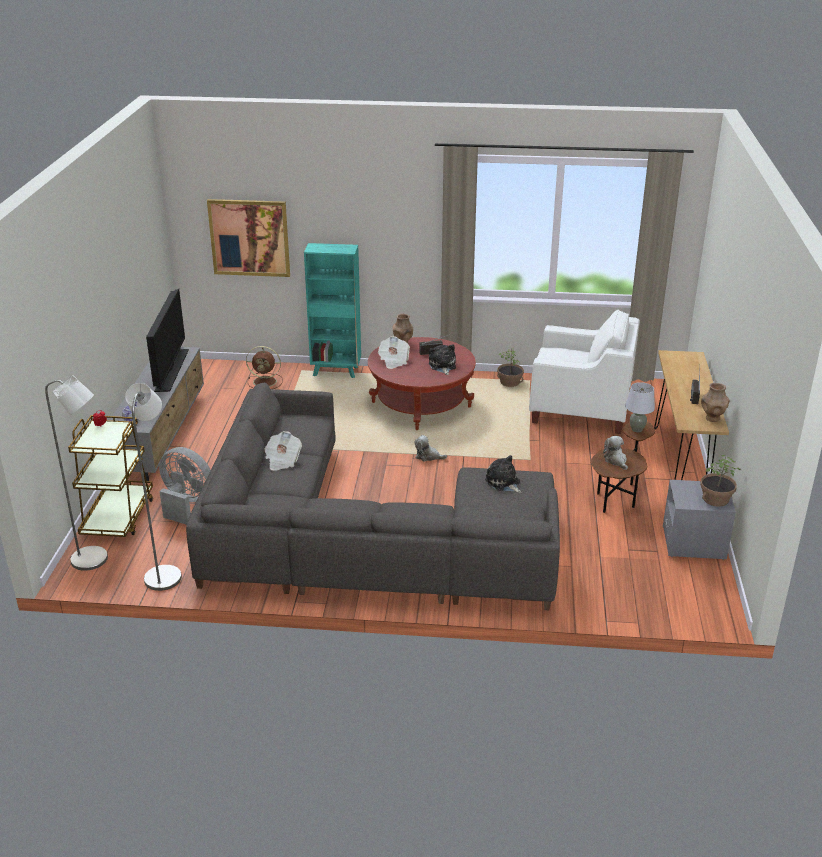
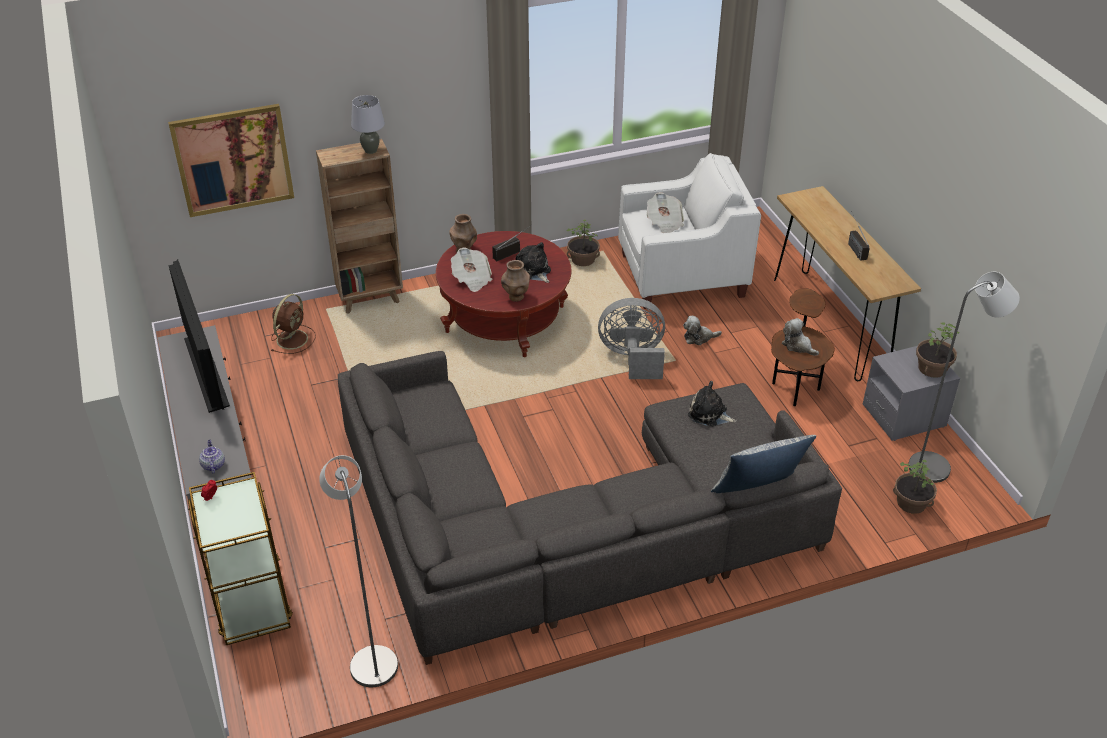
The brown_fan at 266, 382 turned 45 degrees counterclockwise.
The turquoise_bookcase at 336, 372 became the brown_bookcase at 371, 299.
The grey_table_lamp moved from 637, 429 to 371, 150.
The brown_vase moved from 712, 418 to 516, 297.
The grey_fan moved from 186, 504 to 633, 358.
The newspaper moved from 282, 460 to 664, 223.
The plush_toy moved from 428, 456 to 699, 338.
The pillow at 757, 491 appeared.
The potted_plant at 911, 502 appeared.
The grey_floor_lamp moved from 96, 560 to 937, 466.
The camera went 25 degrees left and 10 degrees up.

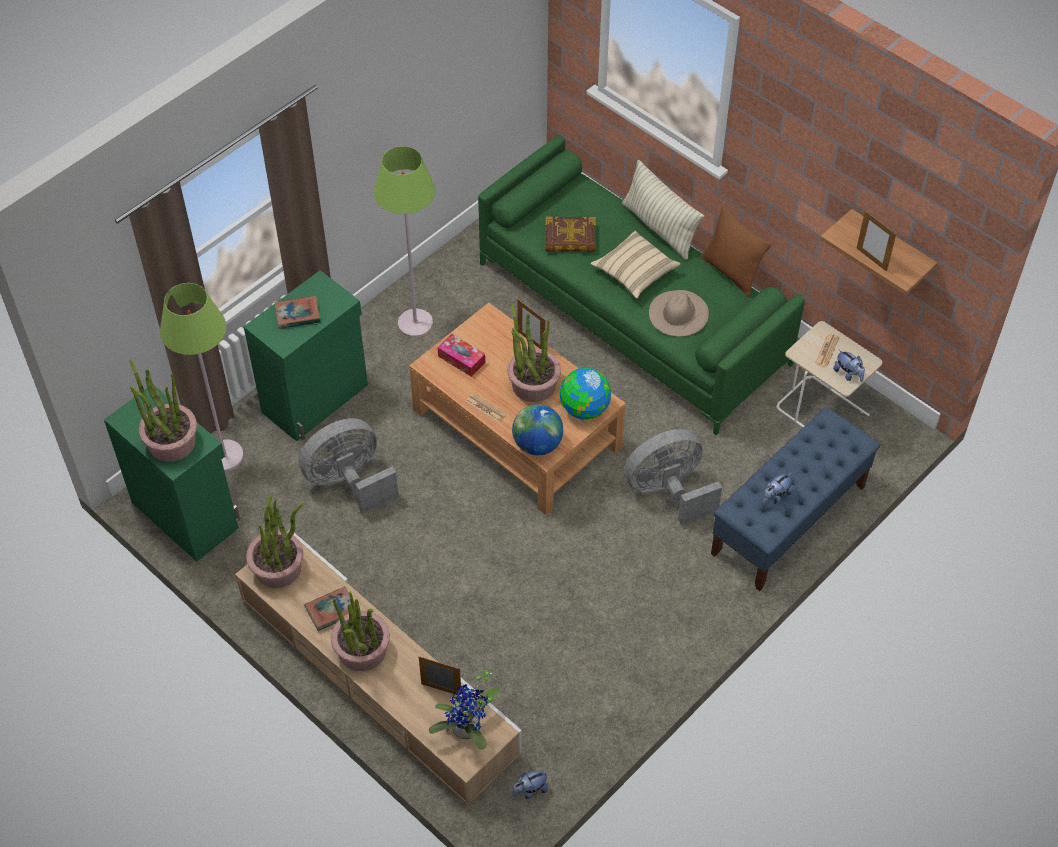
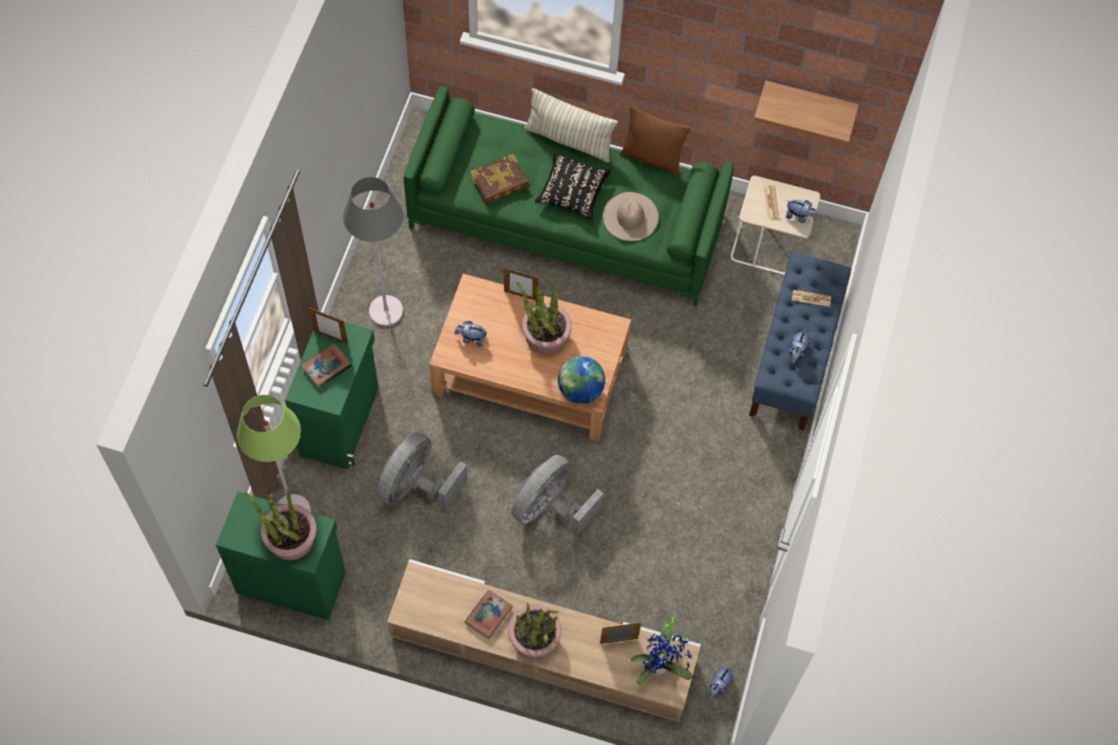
The picture_frame moved from 871, 259 to 331, 338.
The green_floor_lamp at 415, 324 became the grey_floor_lamp at 386, 311.
The tissue_box at 461, 359 was replaced by the plush_toy at 471, 338.
The grey_fan moved from 668, 492 to 550, 508.
The beige_pillow at 635, 273 became the black_pillow at 572, 193.
The newspaper moved from 485, 408 to 811, 298.
The potted_plant at 278, 567 disappeared.
The globe at 584, 409 disappeared.
The camera went 30 degrees left and 10 degrees up.

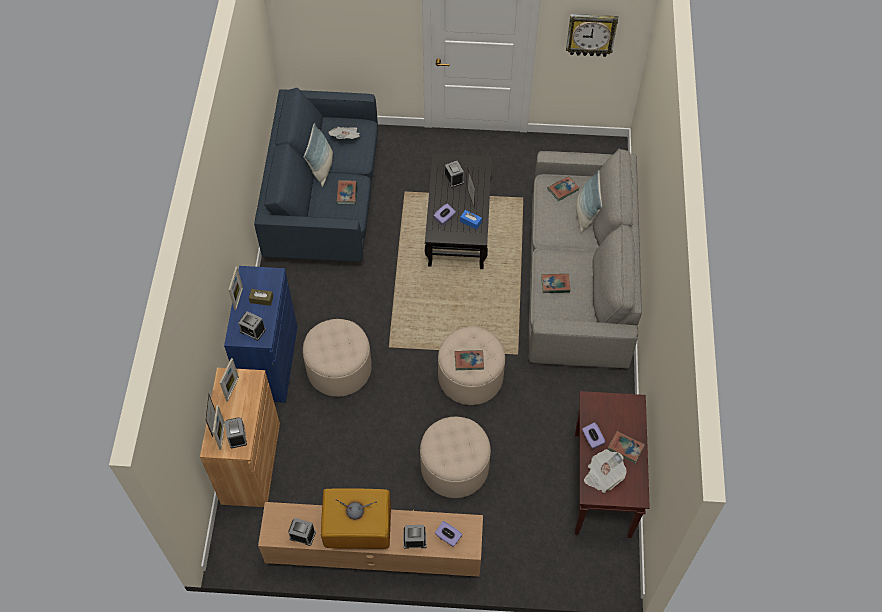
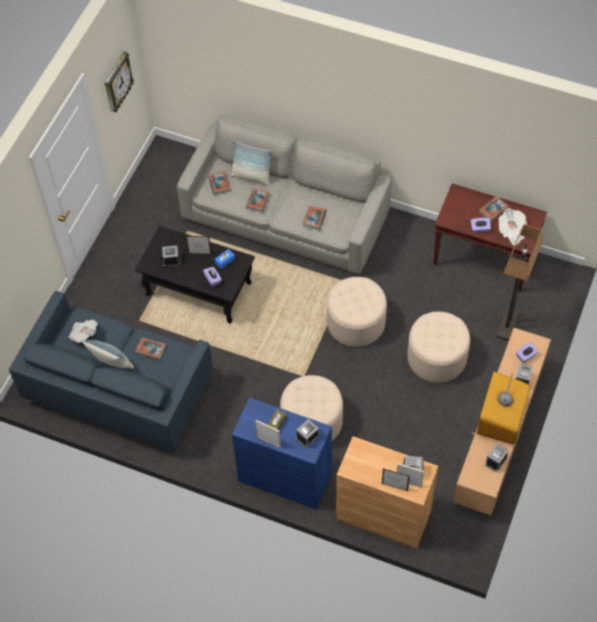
The book moved from 469, 361 to 257, 201.
The floor_lamp at 508, 325 appeared.
The picture_frame at 232, 389 disappeared.
The camera went 70 degrees left and 0 degrees up.

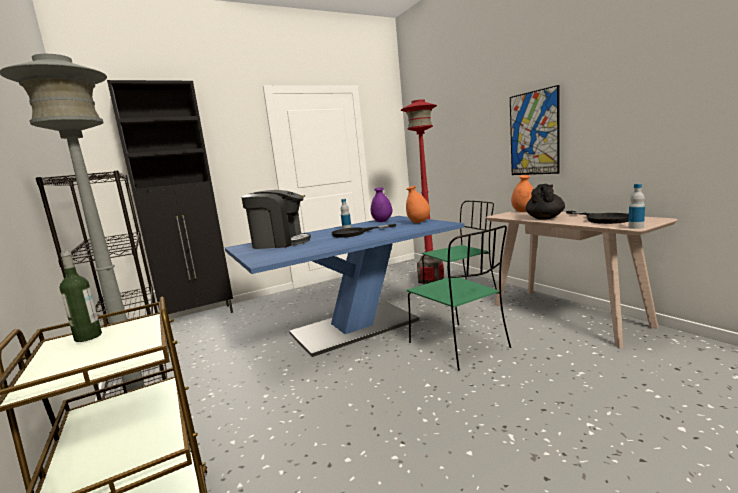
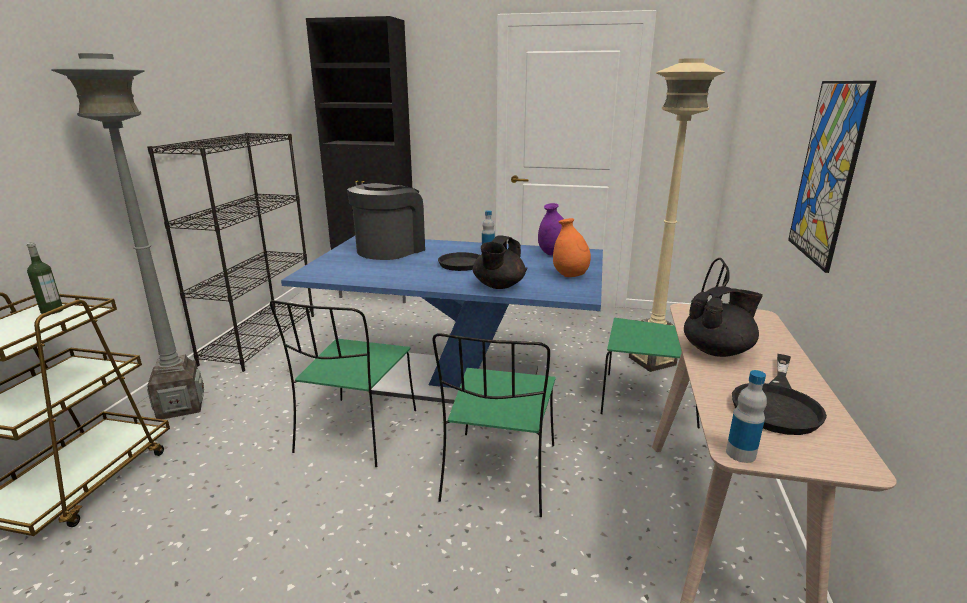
The green_chair at 356, 433 appeared.
The coffee_machine at 280, 243 turned 105 degrees counterclockwise.
The black_teapot at 498, 286 appeared.
The red_floor_lamp at 431, 280 became the beige_floor_lamp at 652, 361.
The orange_vase at 523, 211 disappeared.
The camera went 40 degrees right and 10 degrees up.

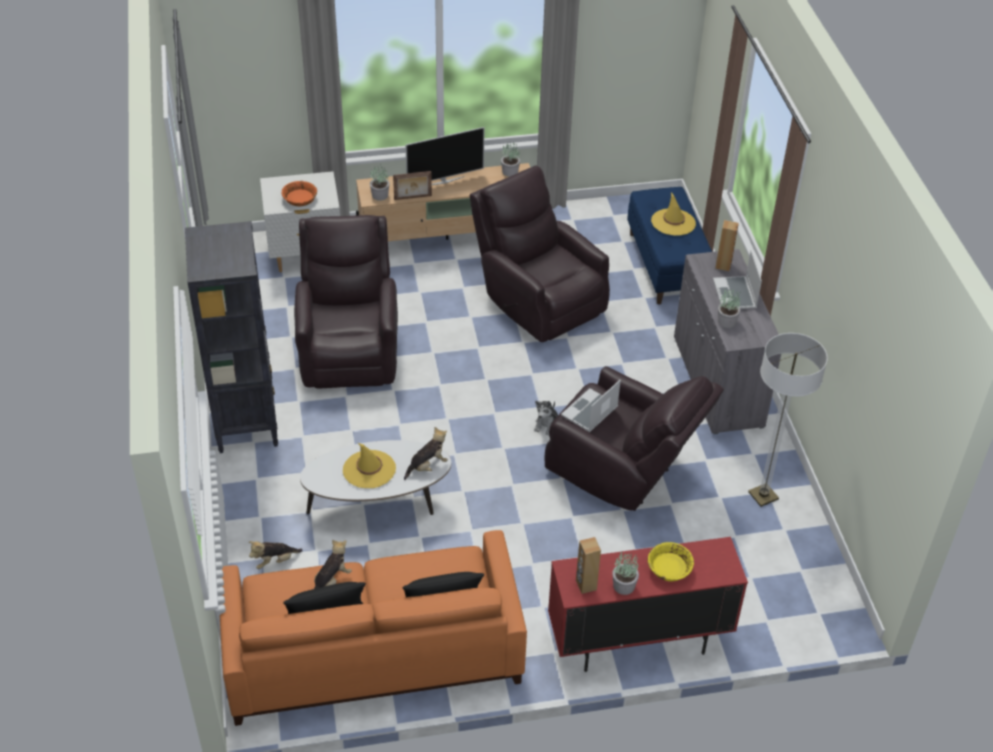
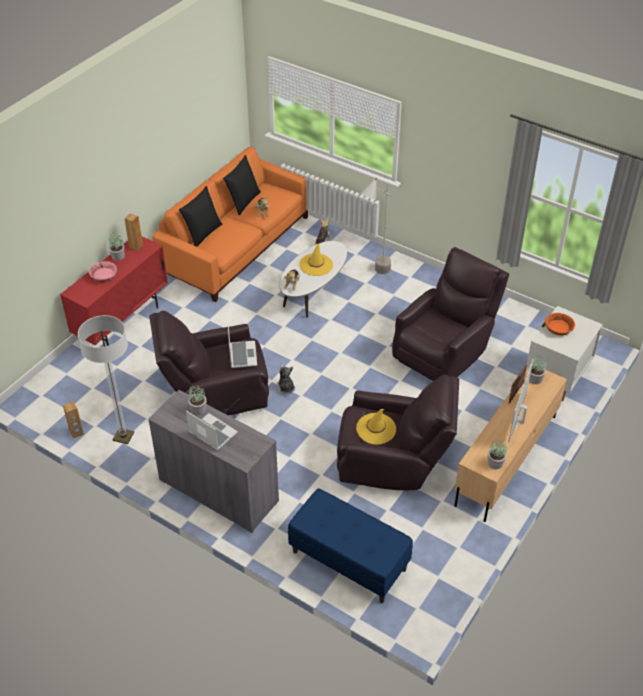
The brown_speaker moved from 723, 265 to 77, 433.
The yellow_bowl at 669, 568 became the pink_bowl at 104, 276.
The yellow_hat moved from 673, 222 to 376, 429.
The grey_floor_lamp at 374, 275 appeared.
The brown_armchair at 349, 347 turned 90 degrees counterclockwise.
The black_bookcase at 246, 422 disappeared.
The camera went 135 degrees right and 0 degrees up.

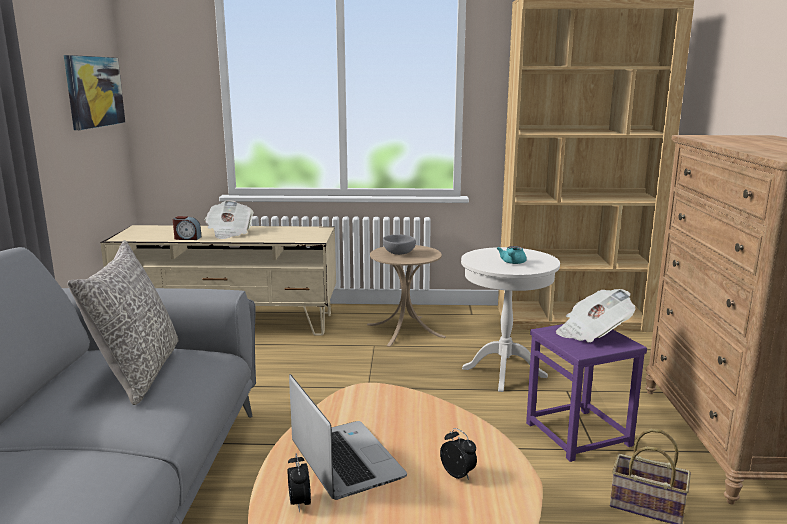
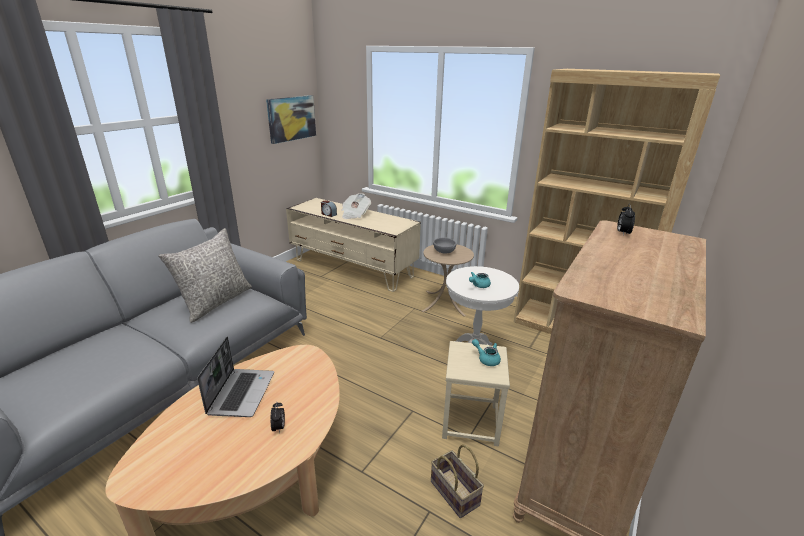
The purple_stool at 579, 434 became the beige_stool at 471, 421.
The newspaper at 592, 333 was replaced by the turquoise_teapot at 486, 359.
The alarm_clock moved from 299, 503 to 622, 233.
The camera went 30 degrees right and 10 degrees up.

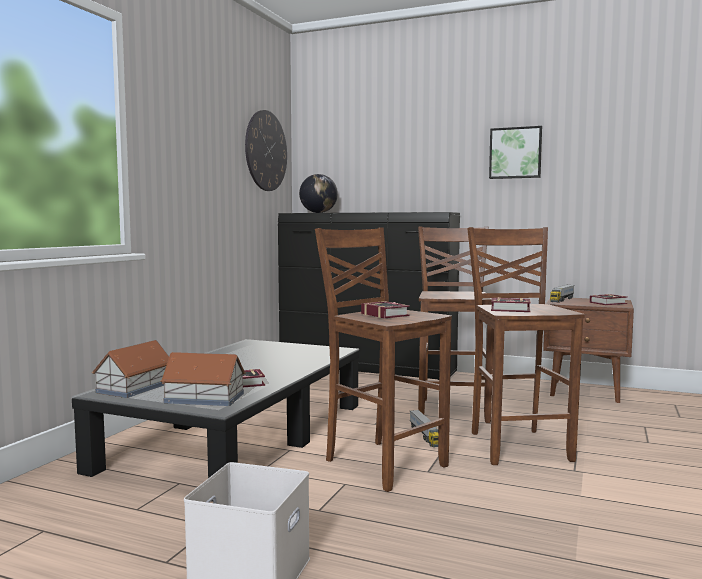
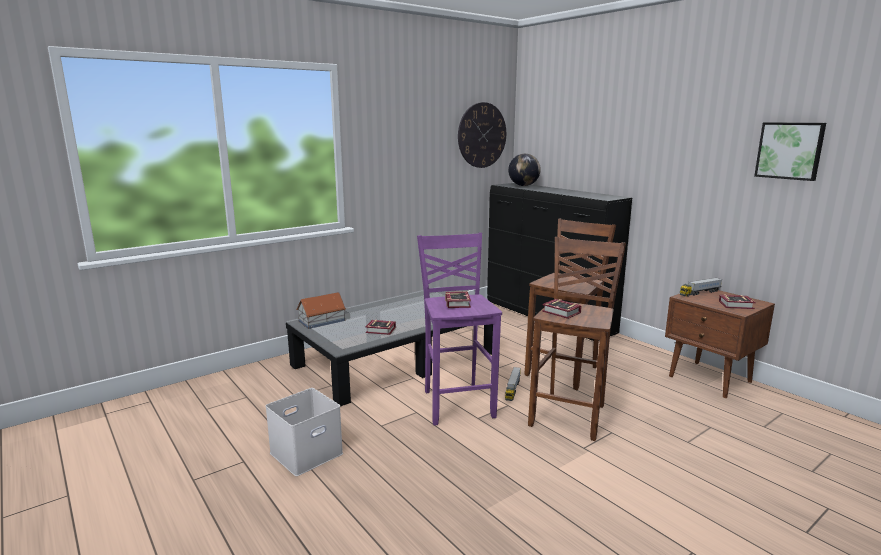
The brown_stool at 383, 463 became the purple_stool at 457, 403.
The picture moved from 515, 153 to 790, 150.
The toy_house at 204, 398 disappeared.
The camera went 30 degrees right and 10 degrees up.

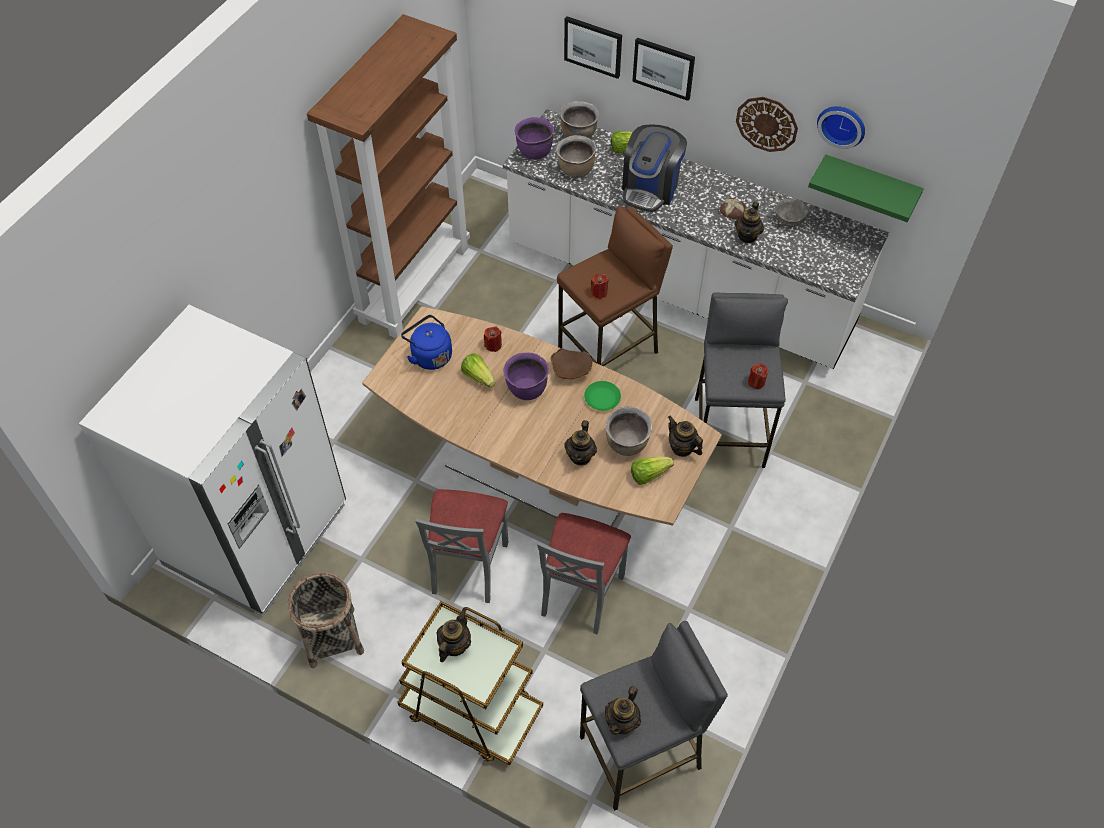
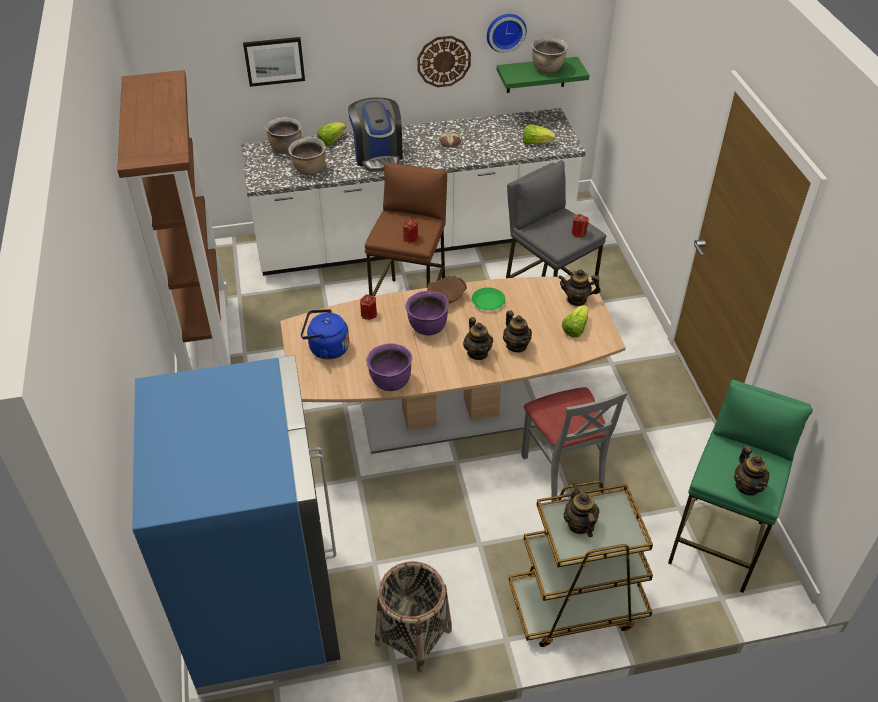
The white_fridge at 257, 535 became the blue_fridge at 264, 608.
The purple_cooking_pot moved from 534, 152 to 390, 382.
The teapot moved from 747, 236 to 477, 353.
The lettuce moved from 478, 377 to 536, 143.
The brown_cooking_pot moved from 627, 444 to 547, 69.
The grey_stool at 641, 754 became the green_stool at 717, 542.
The grey_chair at 468, 566 disappeared.
The picture at 663, 68 disappeared.
The grey_bowl at 789, 220 disappeared.
The camera went 40 degrees left and 10 degrees down.

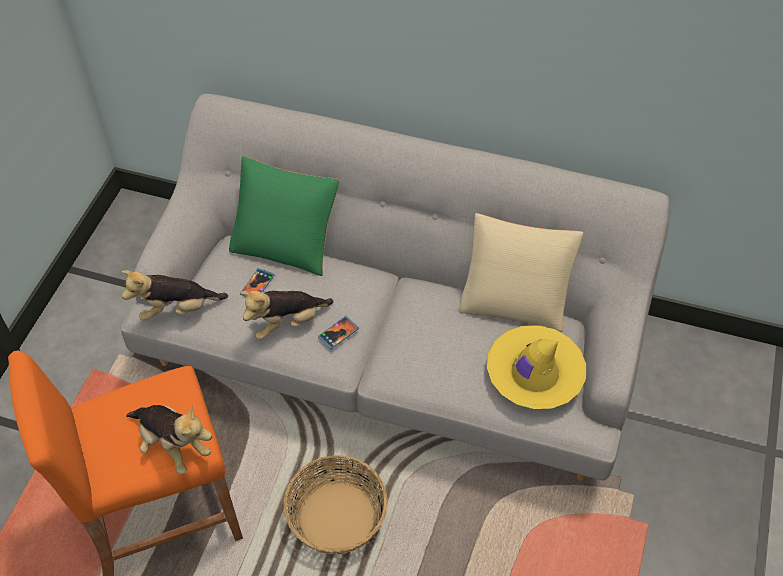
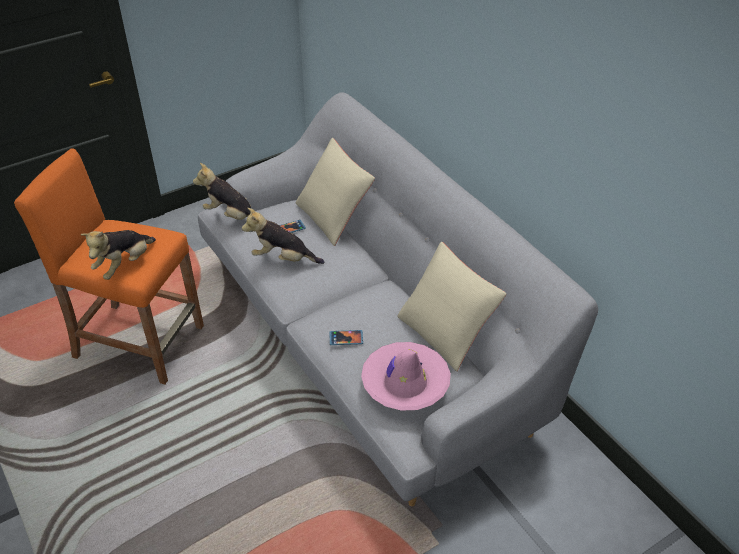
The plush_toy at 172, 445 turned 45 degrees clockwise.
The green_pillow at 286, 243 became the beige_pillow at 334, 216.
The phone moved from 338, 333 to 346, 338.
The yellow_hat at 534, 373 became the pink_hat at 405, 383.
The basket at 336, 516 disappeared.
The camera went 40 degrees right and 10 degrees down.

